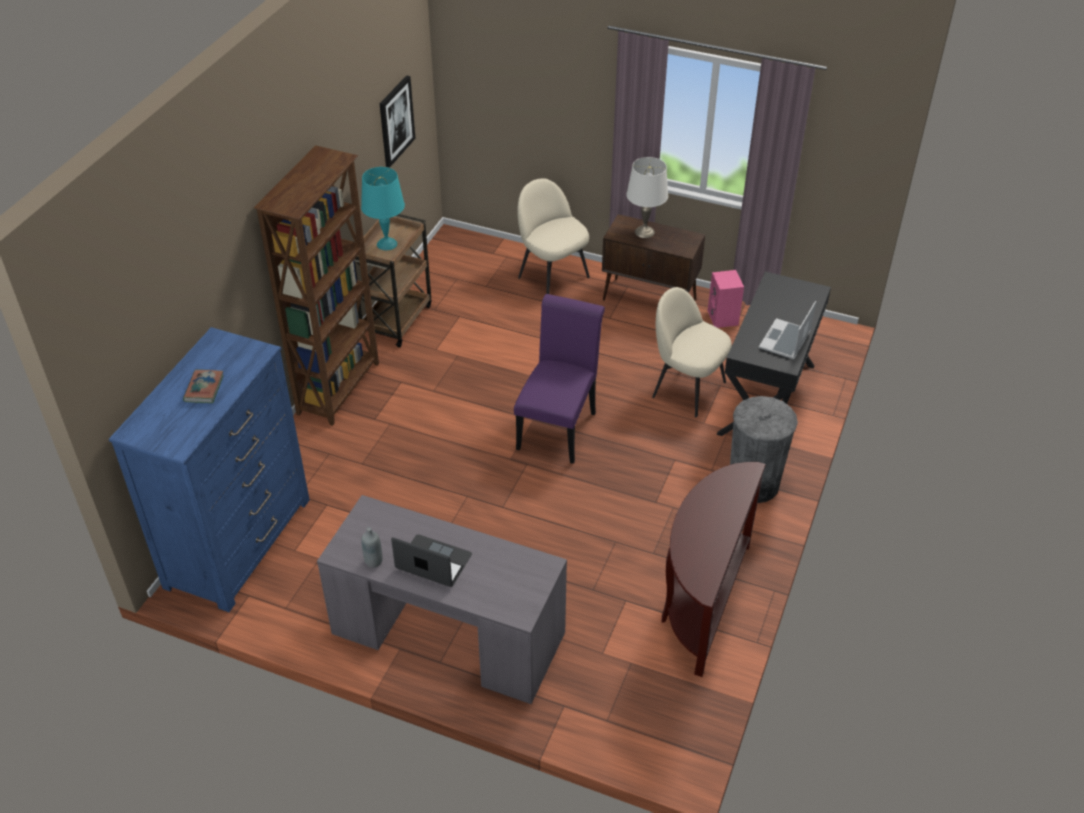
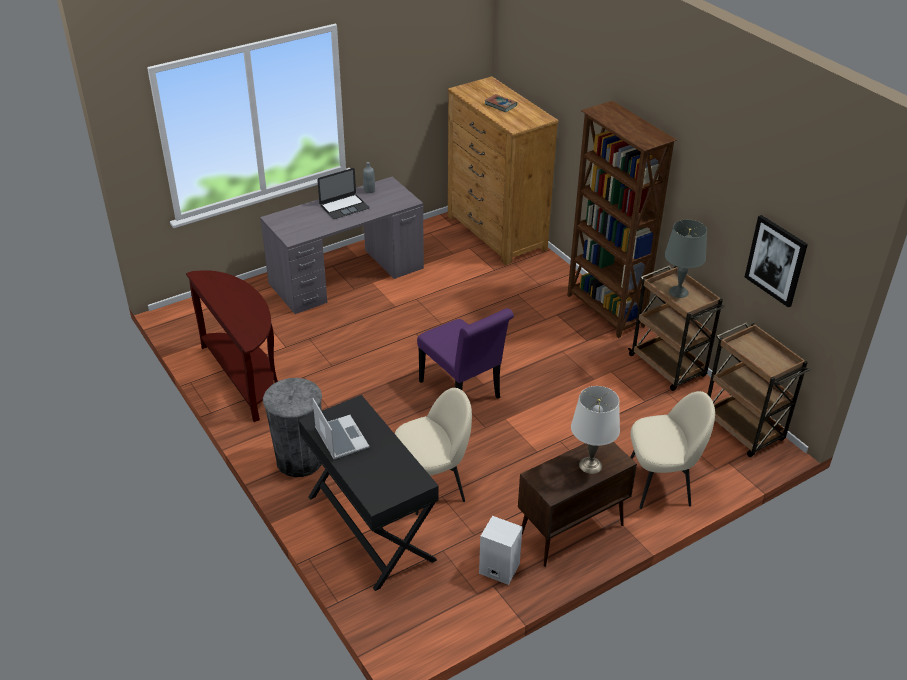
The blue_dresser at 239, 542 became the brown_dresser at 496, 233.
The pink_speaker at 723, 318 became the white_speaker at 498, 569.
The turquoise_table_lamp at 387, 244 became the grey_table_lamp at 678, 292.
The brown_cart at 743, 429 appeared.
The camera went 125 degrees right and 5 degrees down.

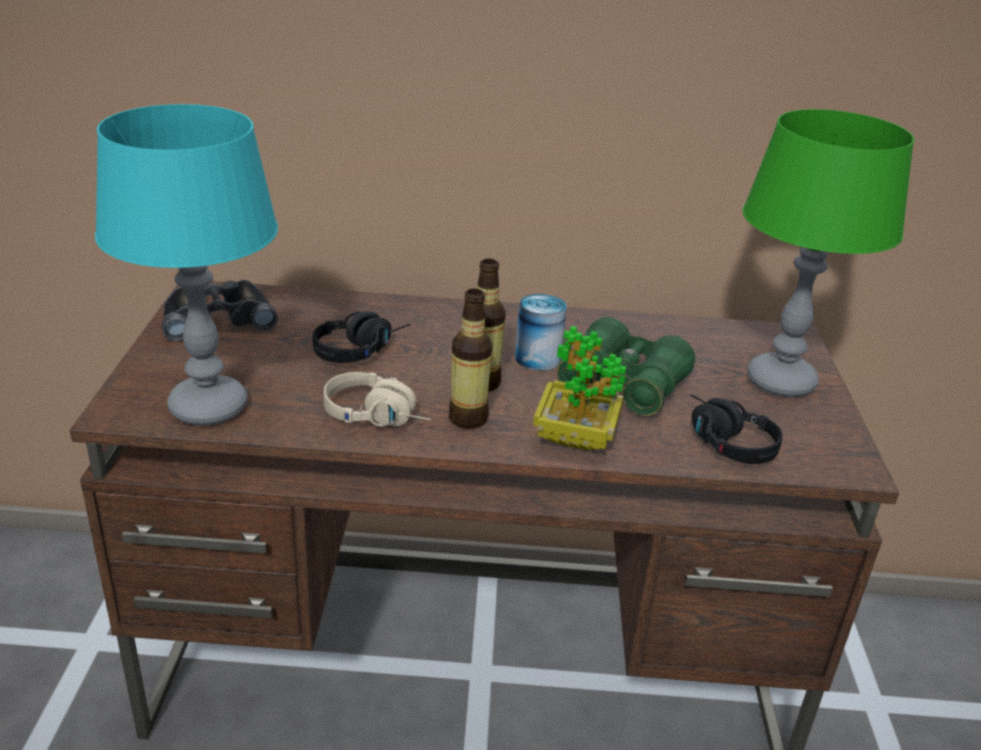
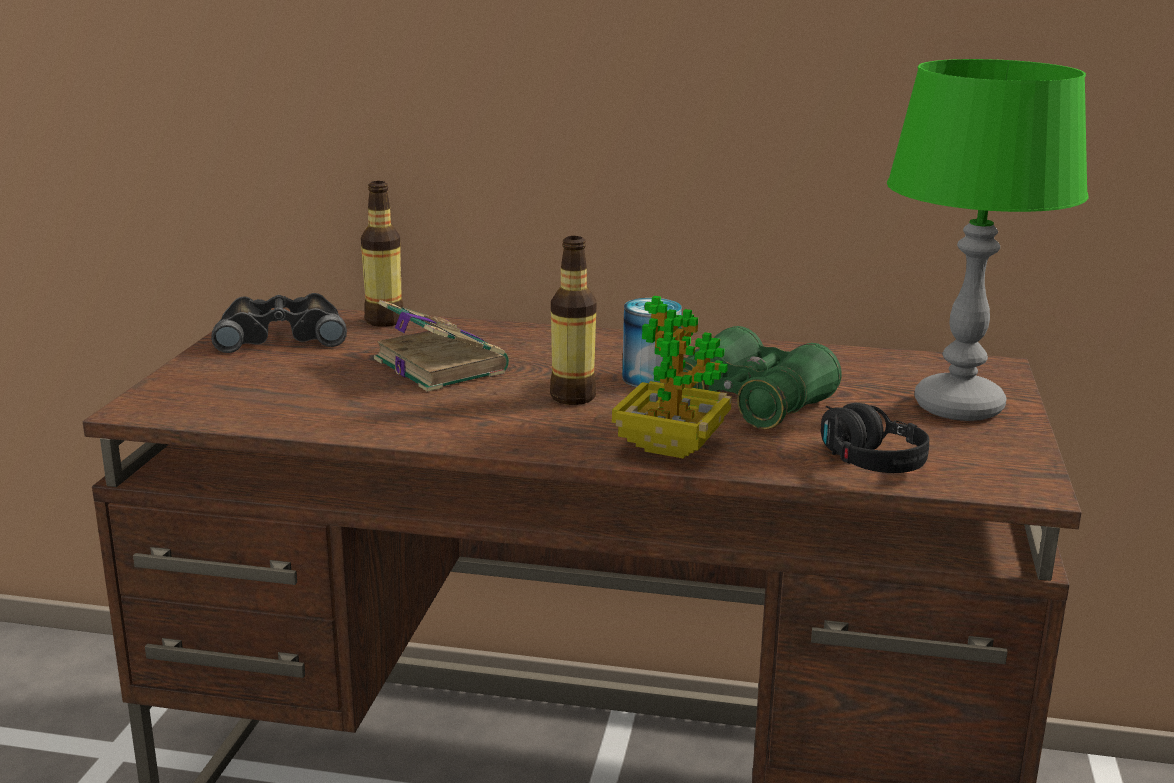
The bottle moved from 468, 418 to 384, 321.
The black_headphones at 361, 349 was replaced by the book at 438, 365.
The turquoise_table_lamp at 209, 407 disappeared.
The beige_headphones at 380, 417 disappeared.
The camera went 10 degrees right and 10 degrees down.

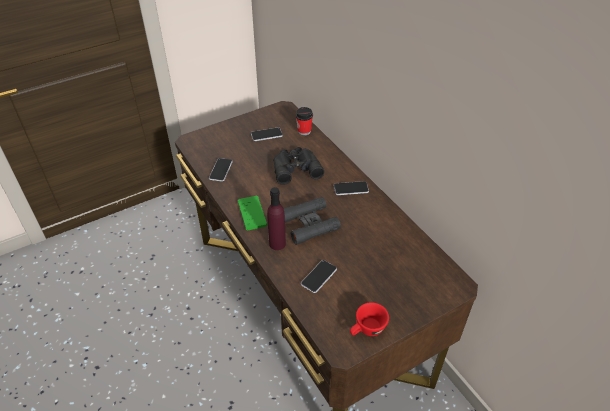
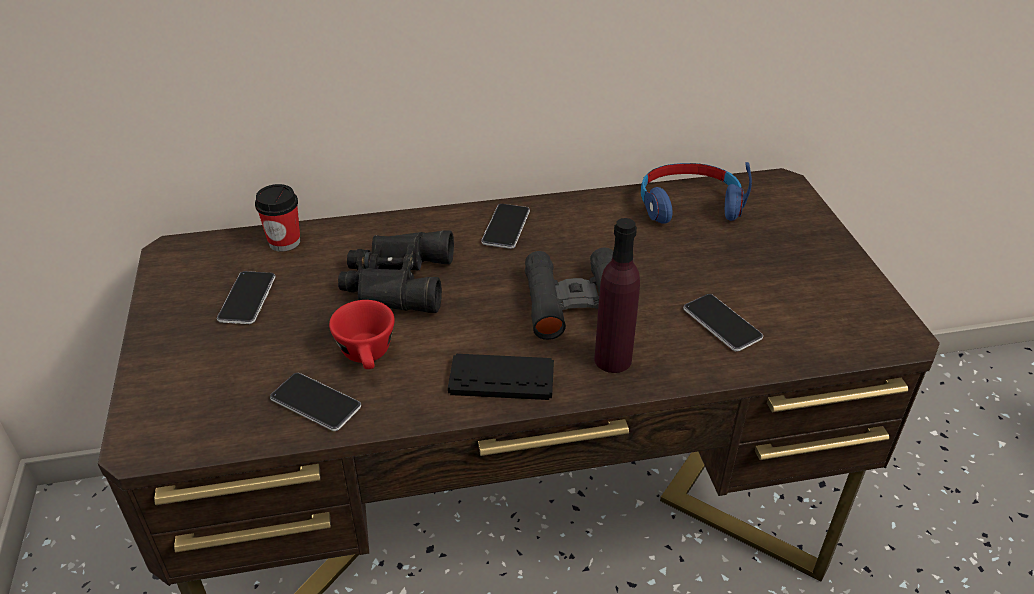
The red_cup moved from 367, 330 to 368, 356.
The green_game_controller at 252, 213 became the black_game_controller at 501, 379.
The blue_headphones at 689, 205 appeared.
The camera went 70 degrees left and 5 degrees down.

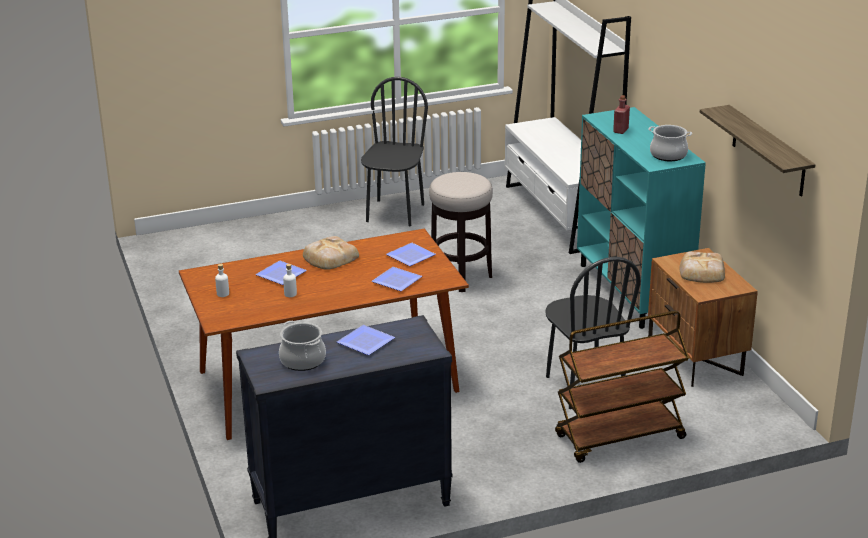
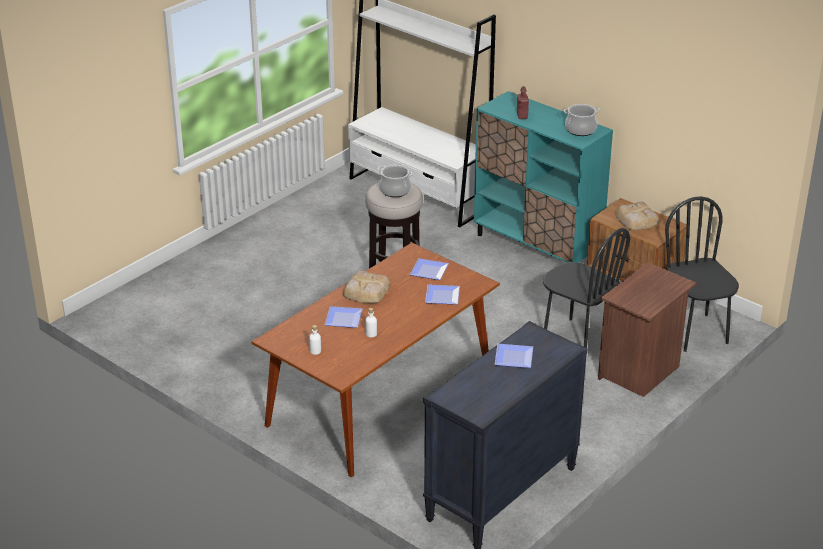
The cooking_pot moved from 302, 360 to 395, 191.
The brown_cart at 619, 438 was replaced by the brown_nightstand at 640, 372.
The black_chair moved from 394, 213 to 695, 333.
The shelf at 768, 151 disappeared.
The camera went 30 degrees left and 5 degrees up.

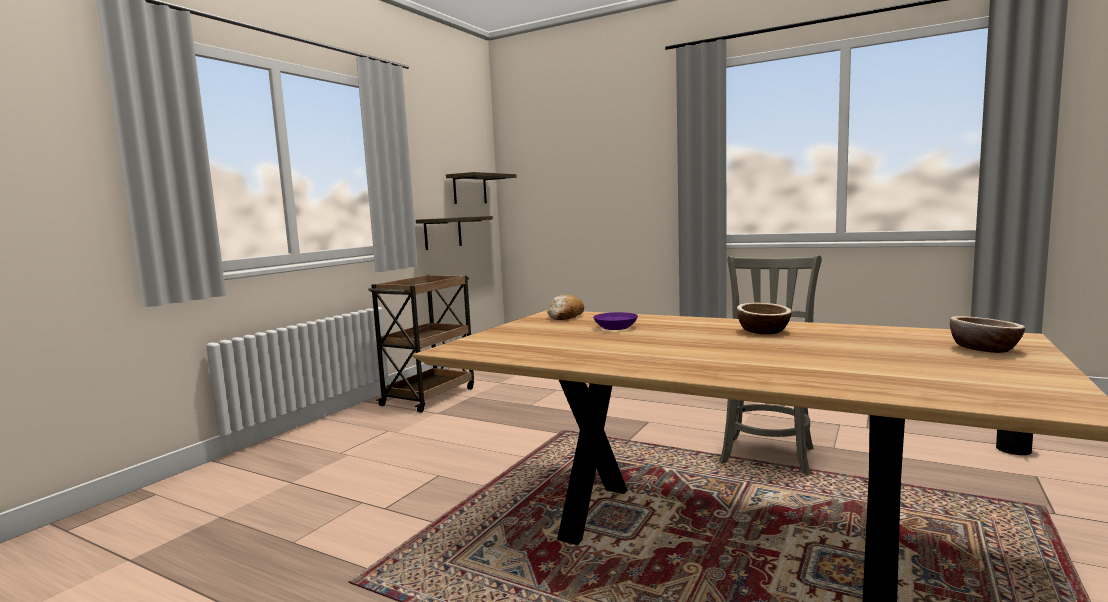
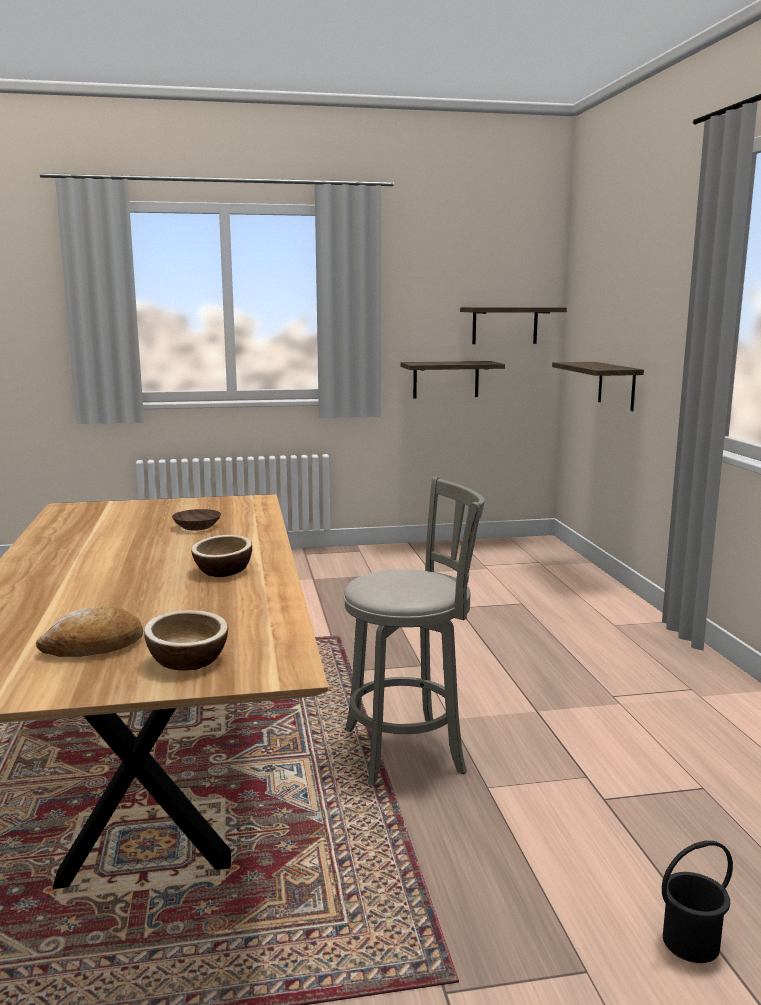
The bread moved from 565, 316 to 94, 647.
The purple_bowl at 616, 327 became the brown_bowl at 198, 527.
The shelf at 616, 385 appeared.
The brown_cart at 430, 396 disappeared.
The camera went 50 degrees right and 5 degrees up.

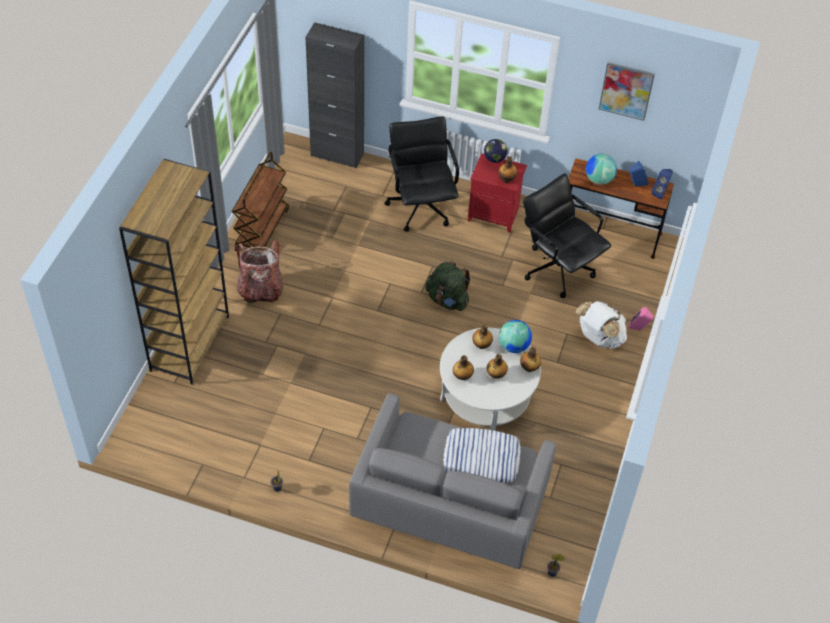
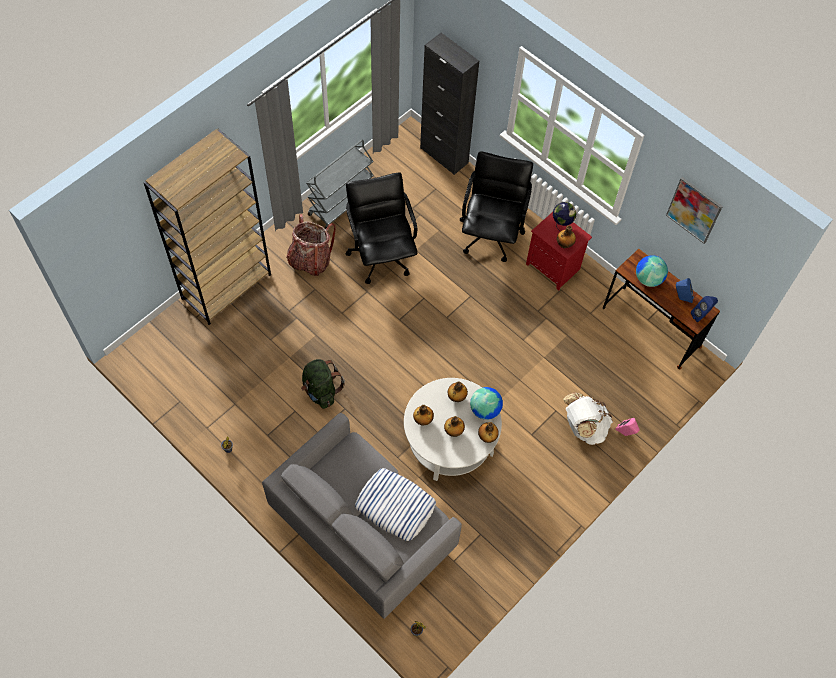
The green_backpack moved from 447, 300 to 321, 391.
The brown_cart at 262, 229 became the grey_cart at 341, 203.
The black_office_chair moved from 558, 268 to 381, 255.
The camera went 25 degrees right and 10 degrees up.

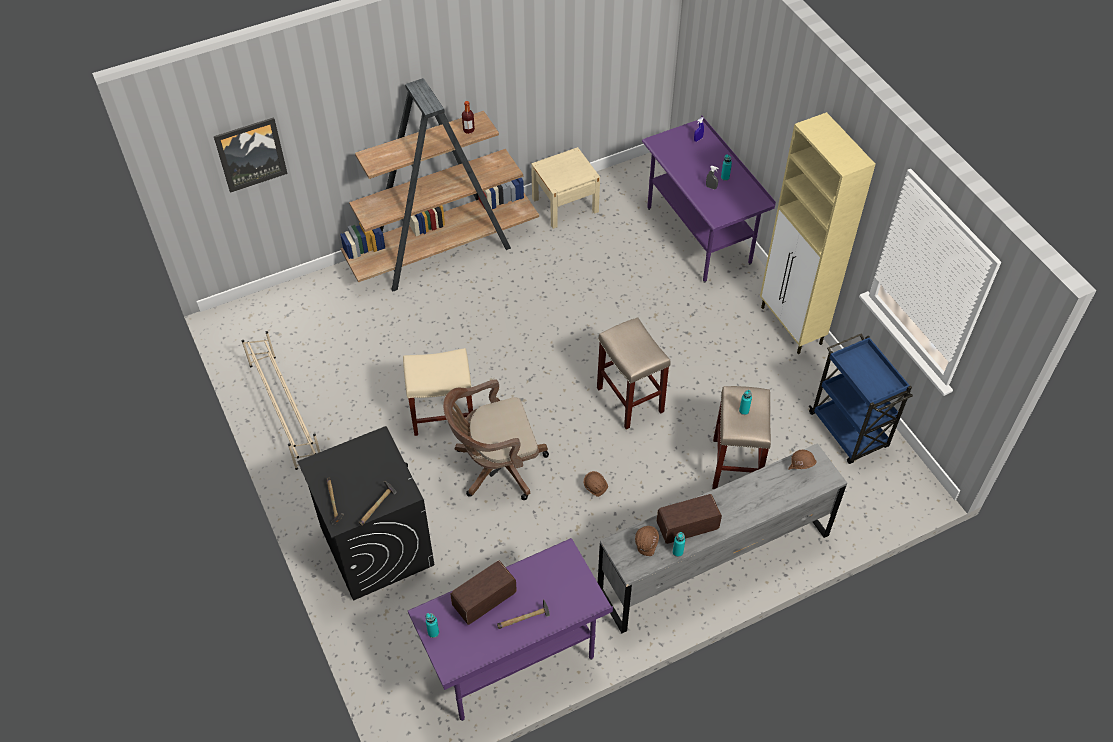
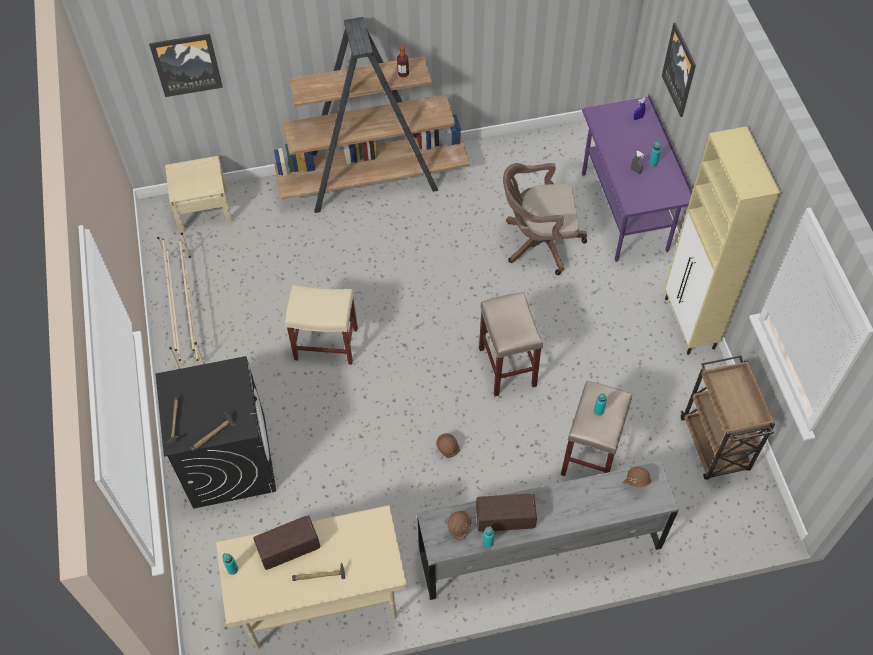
The beige_nightstand moved from 565, 205 to 203, 210.
The purple_desk at 513, 661 became the beige_desk at 321, 602.
The brown_office_chair moved from 495, 466 to 538, 242.
The picture at 680, 70 appeared.
The blue_cart at 849, 431 became the brown_cart at 715, 445.
The camera went 15 degrees right and 5 degrees up.

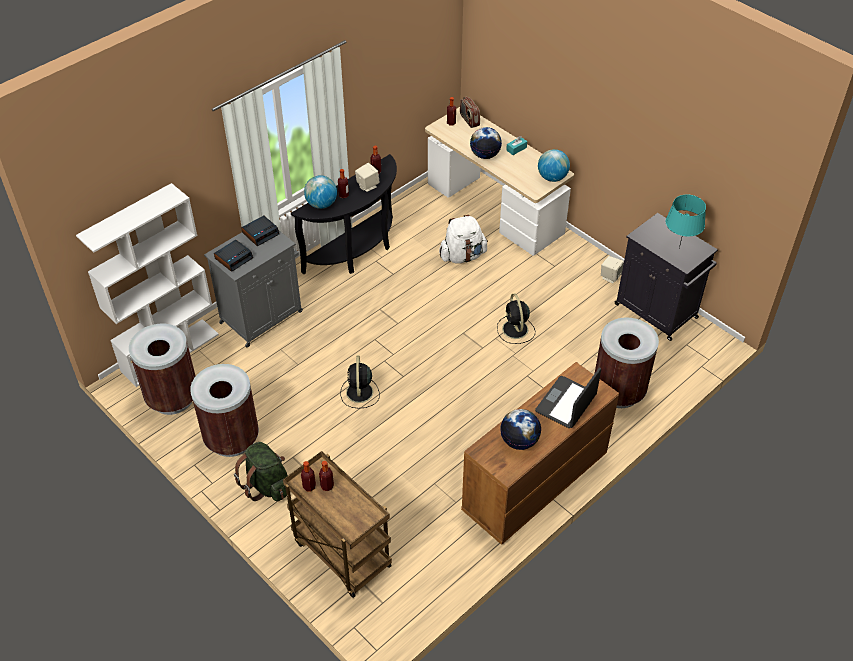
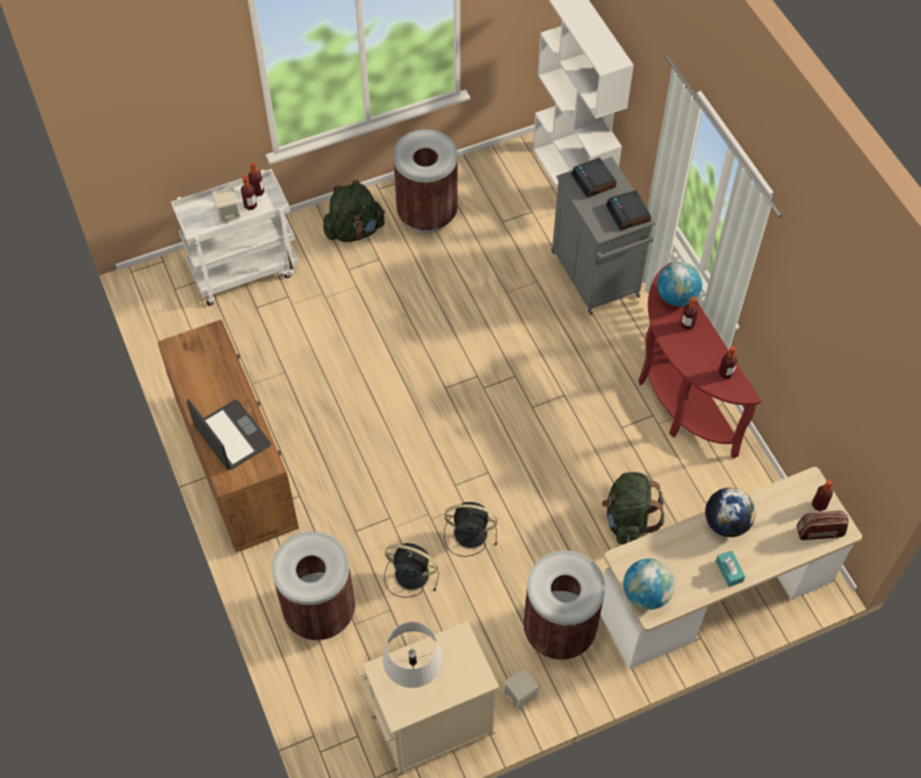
The brown_cart at 340, 553 became the white_cart at 245, 270.
The beige_speaker moved from 367, 186 to 228, 214.
The black_cabinet at 657, 312 became the beige_cabinet at 430, 727.
The turquoise_table_lamp at 679, 248 became the grey_table_lamp at 414, 678.
The black_fan moved from 359, 393 to 410, 574.
The brown_trash_can moved from 172, 397 to 559, 630.
The white_backpack at 462, 256 became the green_backpack at 628, 519.
The black_console_table at 357, 252 became the red_console_table at 677, 399.
The globe at 519, 441 disappeared.
The camera went 110 degrees right and 10 degrees up.

